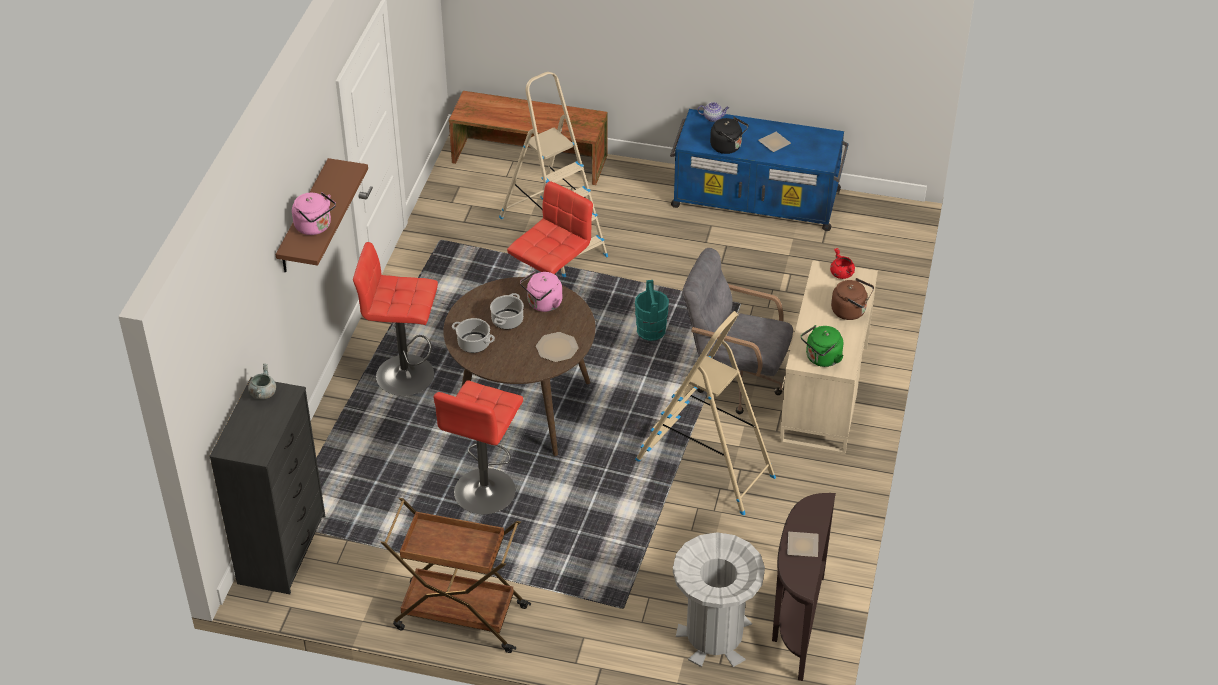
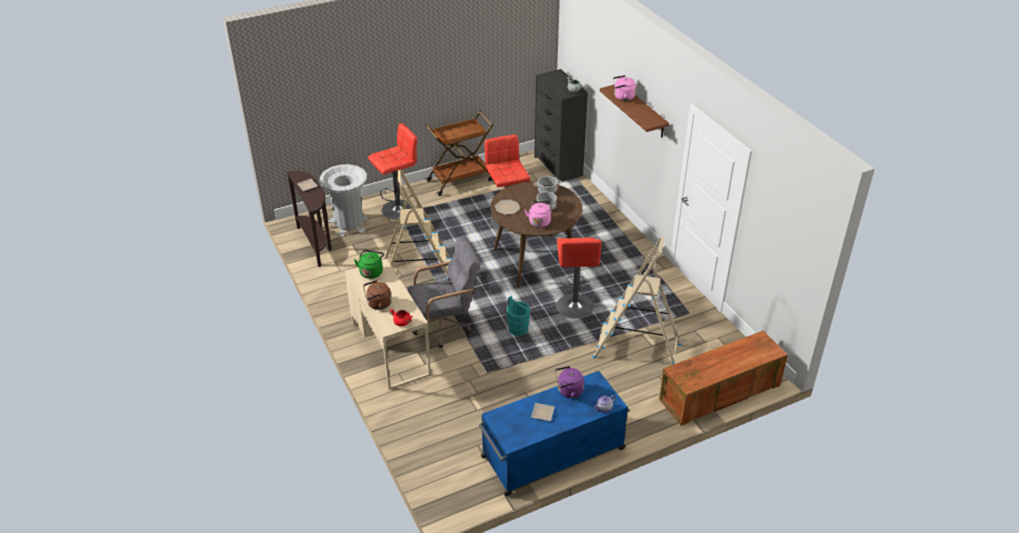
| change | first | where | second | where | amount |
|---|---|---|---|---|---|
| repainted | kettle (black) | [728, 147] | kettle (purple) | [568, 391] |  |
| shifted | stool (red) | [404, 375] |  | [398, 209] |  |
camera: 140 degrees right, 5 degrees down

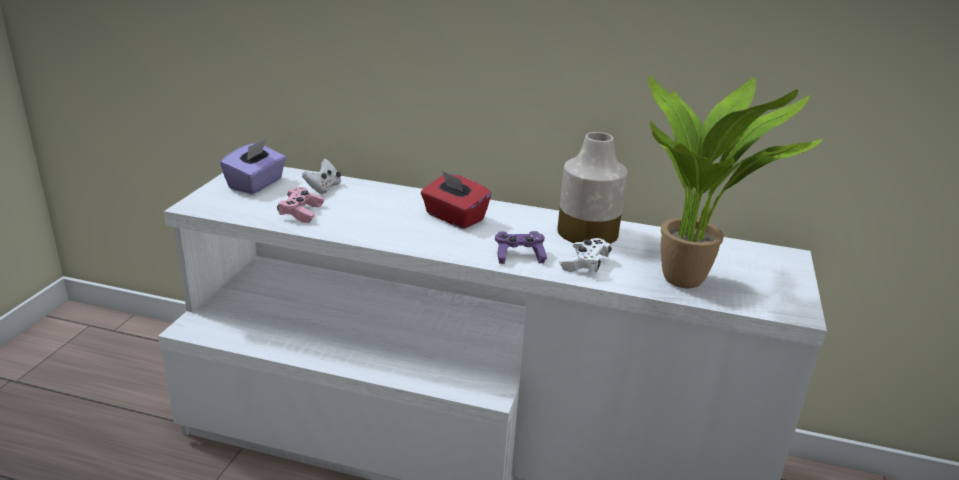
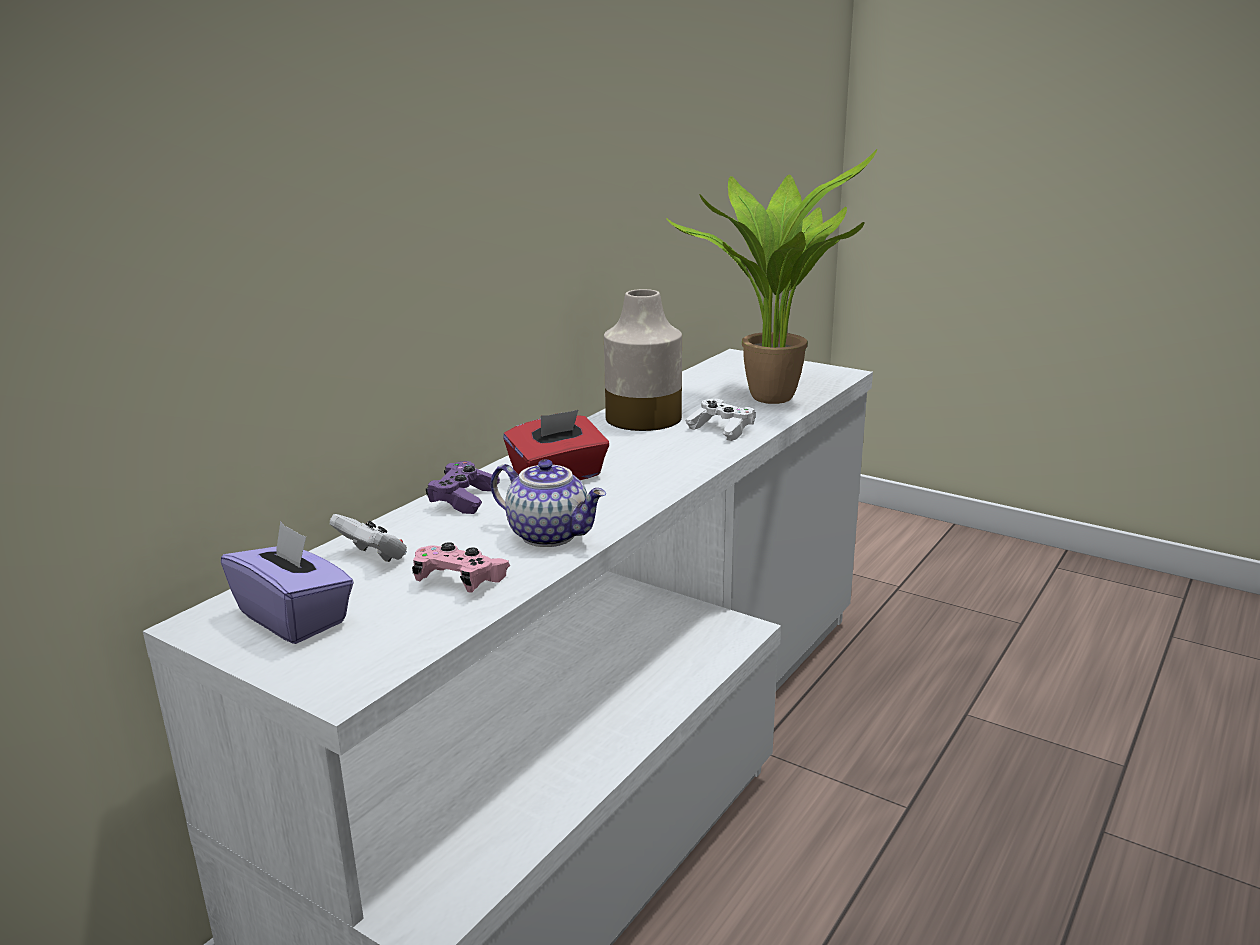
| change | first | where | second | where | amount |
|---|---|---|---|---|---|
| shifted | game controller (purple) | [519, 256] |  | [464, 499] |  |
| new |  |  | teapot | [550, 534] |  |
camera: 70 degrees left, 5 degrees down

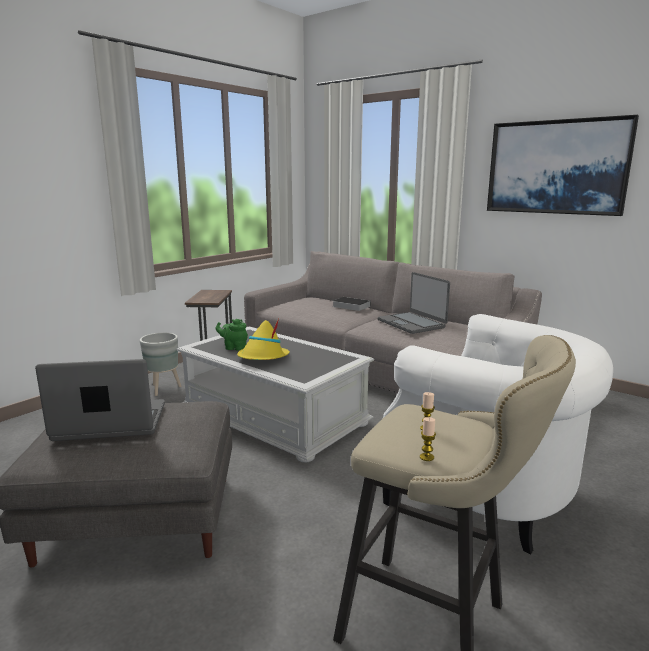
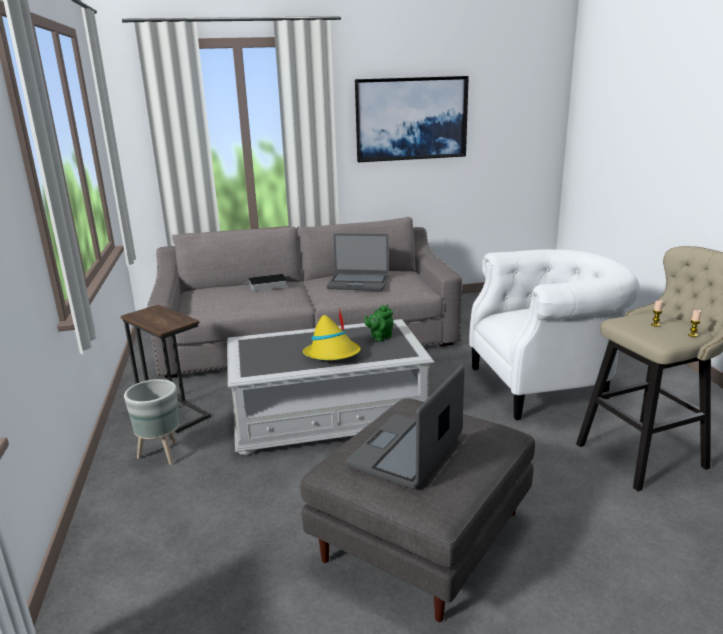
| change | first | where | second | where | amount |
|---|---|---|---|---|---|
| shifted | teapot (green) | [234, 347] |  | [380, 337] |  |
camera: 50 degrees left, 5 degrees up

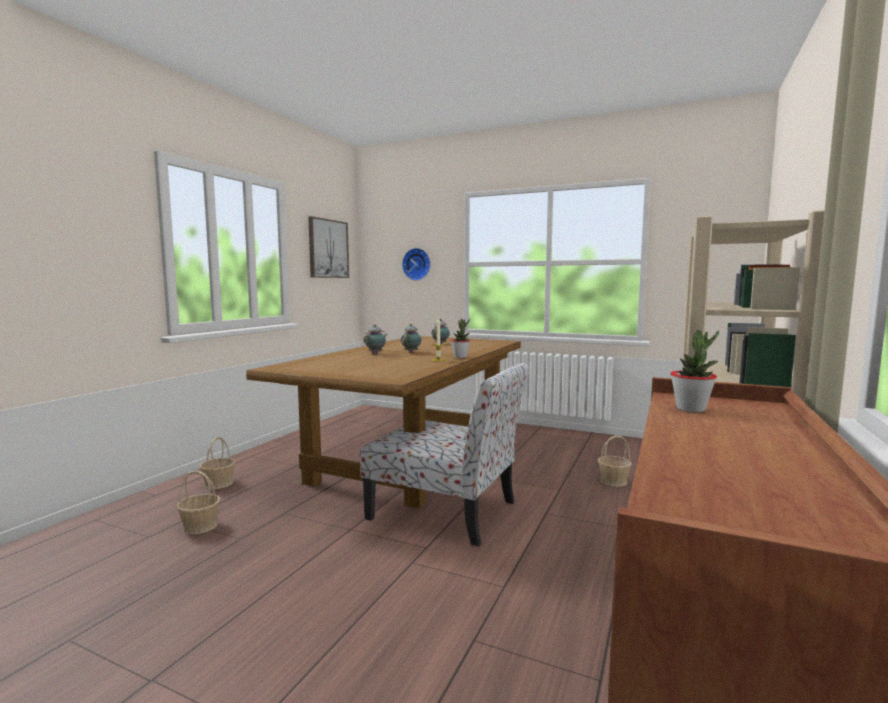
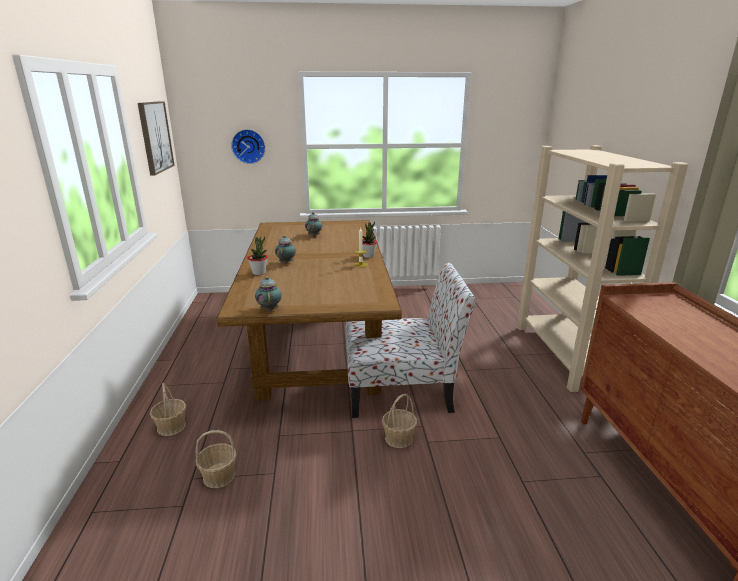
| change | first | where | second | where | amount |
|---|---|---|---|---|---|
| shifted | teapot | [411, 352] |  | [269, 309] |  |
| shifted | potted plant | [691, 409] |  | [259, 273] |  |
| shifted | basket | [613, 481] |  | [398, 438] |  |
camera: 30 degrees left, 15 degrees up

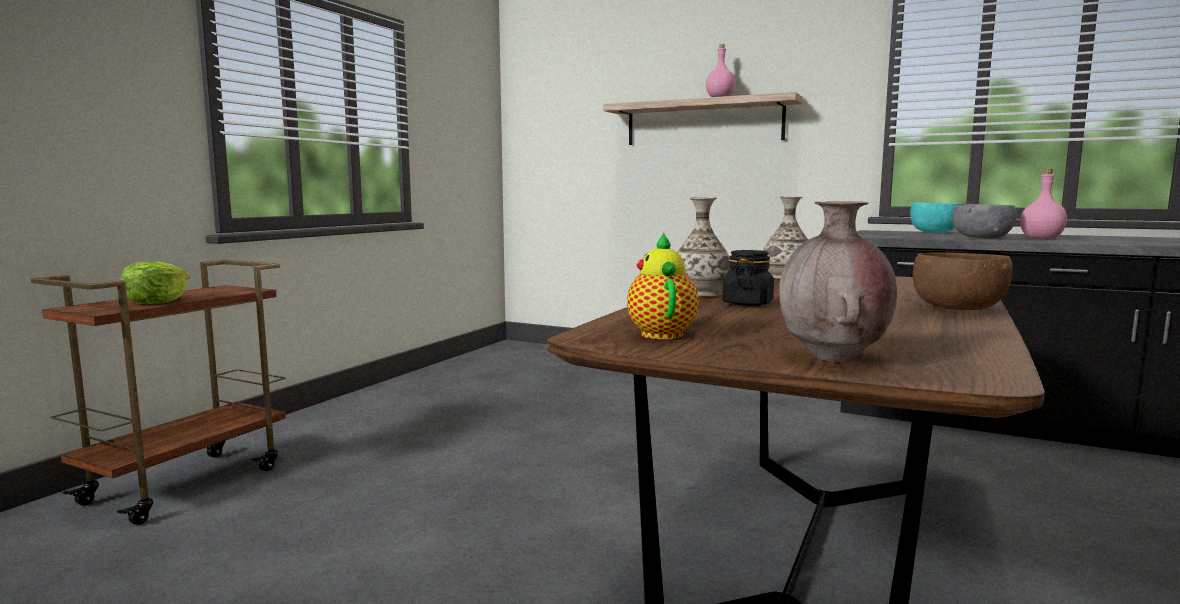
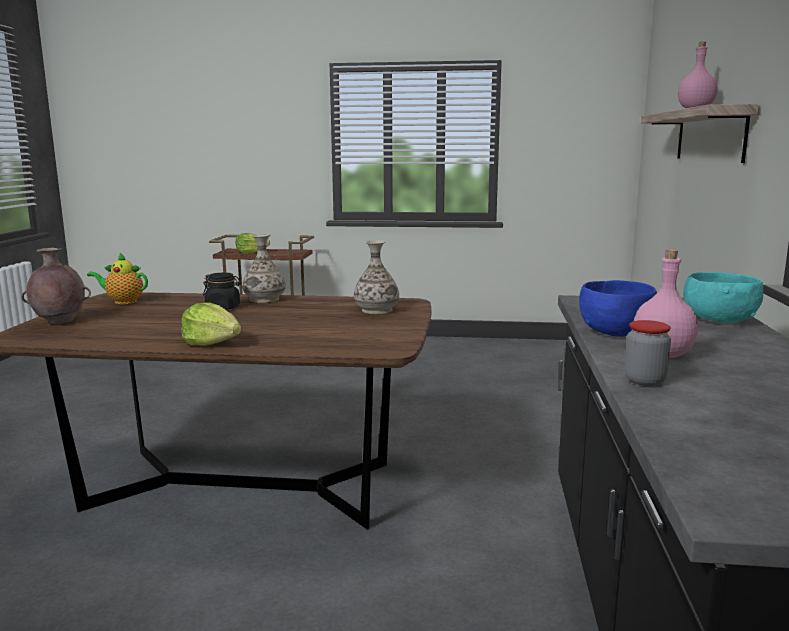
| change | first | where | second | where | amount |
|---|---|---|---|---|---|
| repainted | bowl (grey) | [981, 238] | bowl (blue) | [615, 332] |  |
| rotated | teapot | [660, 333] |  | [123, 301] | 150 degrees counterclockwise |
| swapped | bowl (brown) | [957, 309] | lettuce | [212, 343] |  |
| new |  |  | jar | [644, 381] |  |
camera: 70 degrees right, 5 degrees up

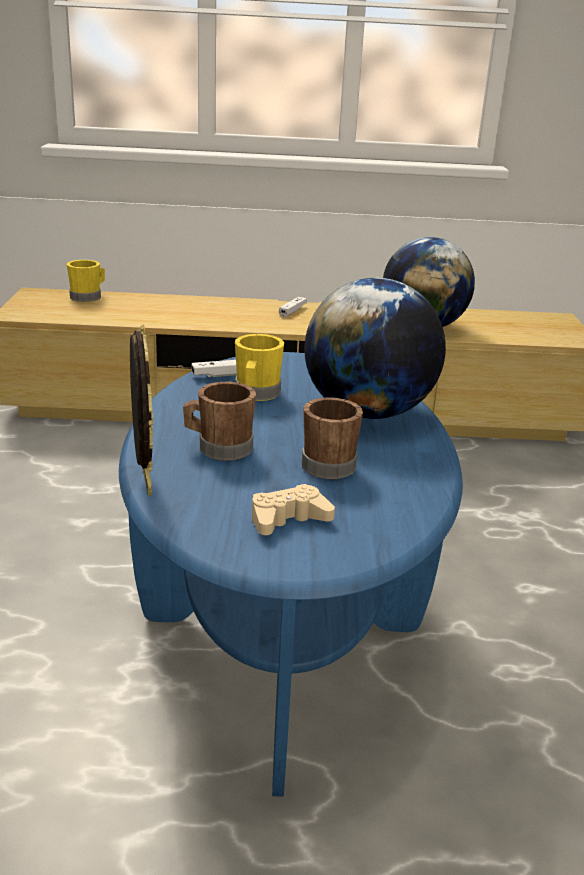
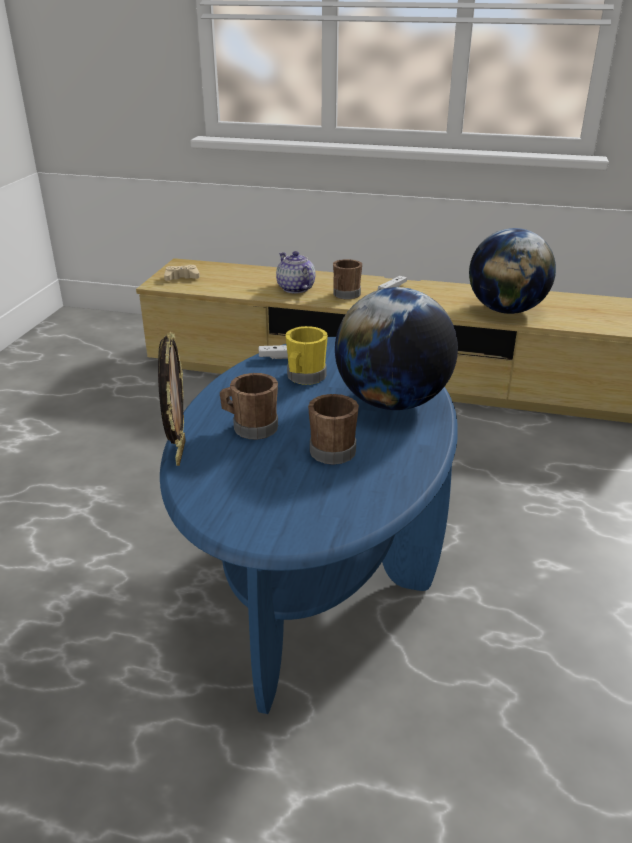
| change | first | where | second | where | amount |
|---|---|---|---|---|---|
| gone | mug (yellow) | [88, 297] |  |  |  |
| shifted | game controller (beige) | [288, 519] |  | [182, 278] |  |
| new |  |  | teapot | [295, 288] |  |
| new |  |  | mug (brown) | [345, 295] |  |
camera: 15 degrees right, 5 degrees up

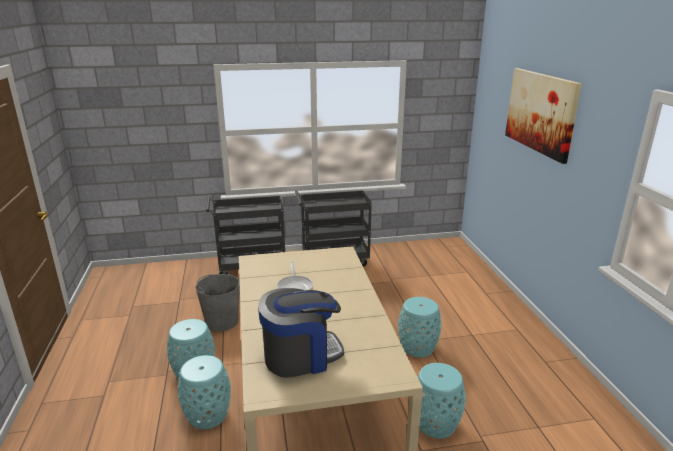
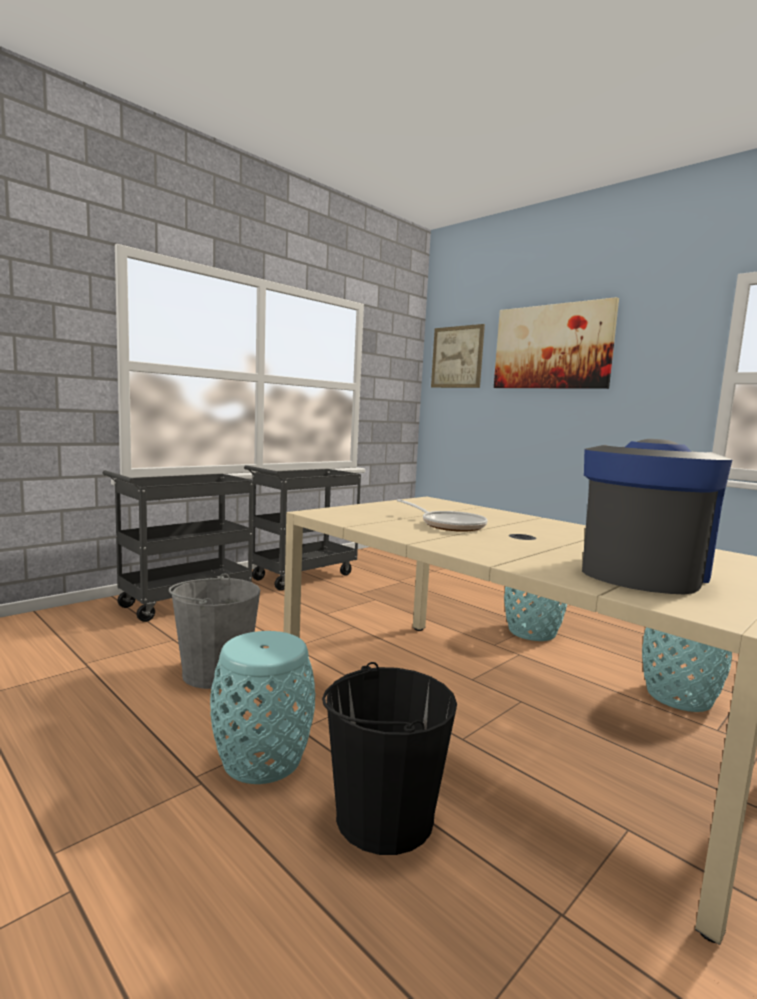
| change | first | where | second | where | amount |
|---|---|---|---|---|---|
| swapped | stool (turquoise) | [207, 415] | bucket (black) | [383, 816] |  |
| new |  |  | picture | [457, 357] |  |
camera: 35 degrees left, 15 degrees down

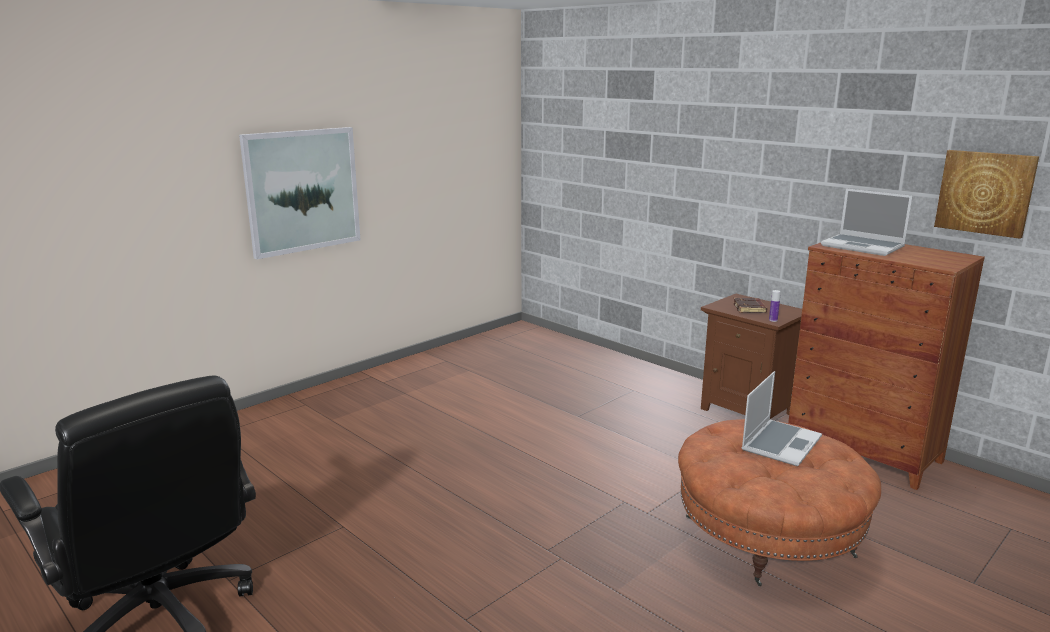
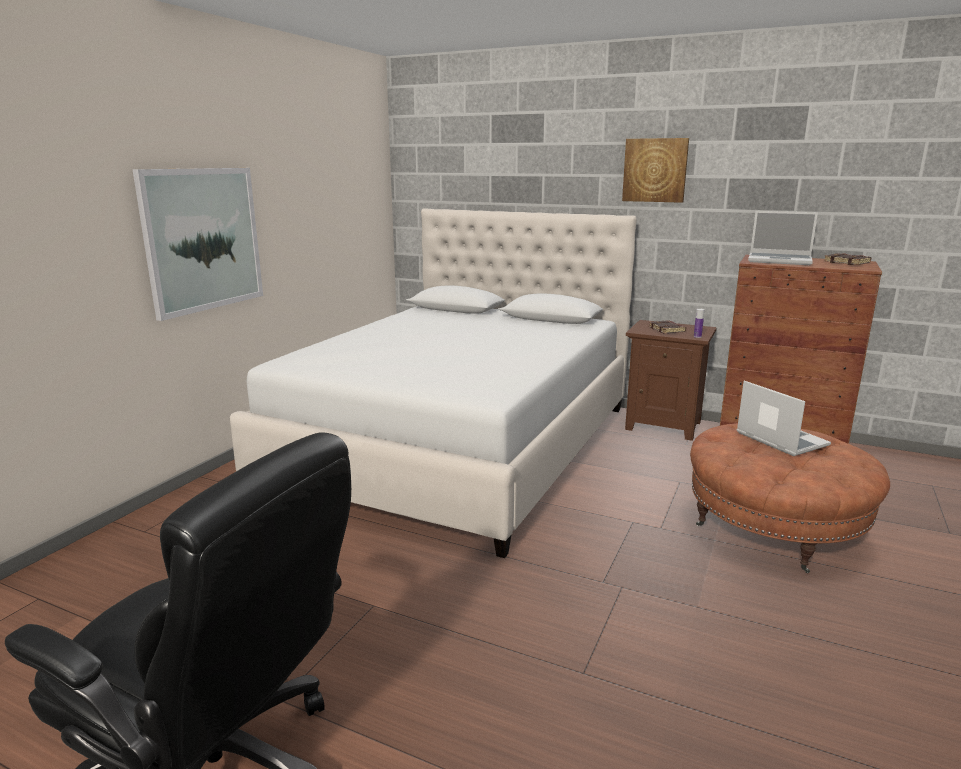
| change | first | where | second | where | amount |
|---|---|---|---|---|---|
| shifted | picture | [985, 192] |  | [655, 170] |  |
| rotated | laptop | [780, 443] |  | [779, 439] | 45 degrees counterclockwise |
| new |  |  | bed (white) | [457, 444] |  |
| new |  |  | book (brown) | [847, 262] |  |
camera: 20 degrees left, 0 degrees up

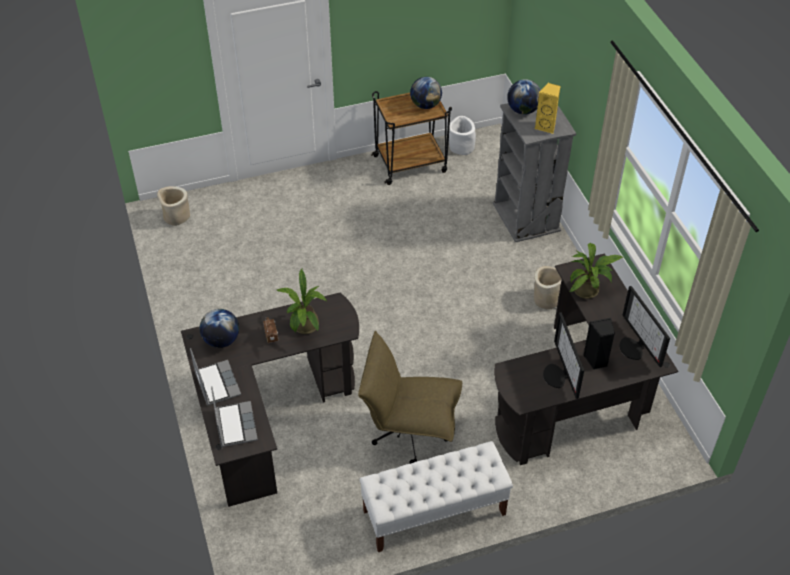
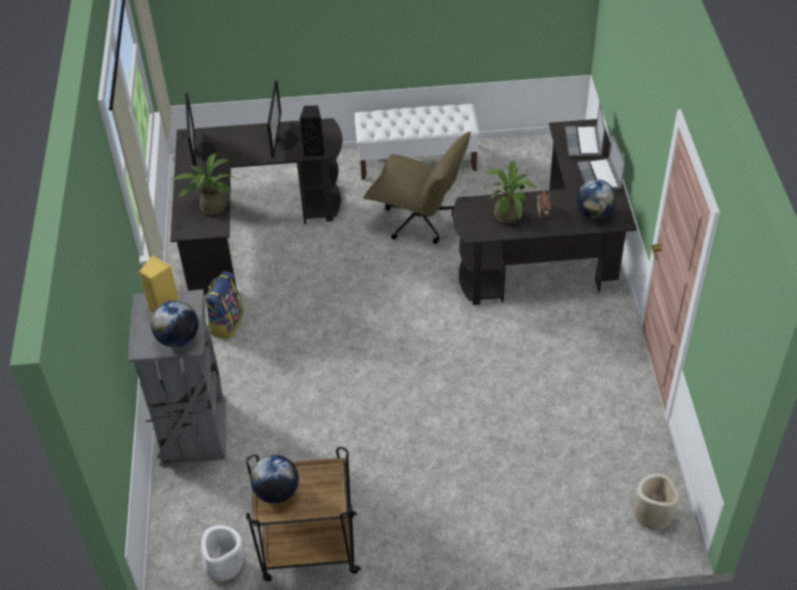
| change | first | where | second | where | amount |
|---|---|---|---|---|---|
| swapped | planter (beige) | [547, 299] | backpack | [226, 322] |  |
| shifted | speaker (black) | [596, 360] |  | [314, 150] |  |
camera: 165 degrees left, 0 degrees up

